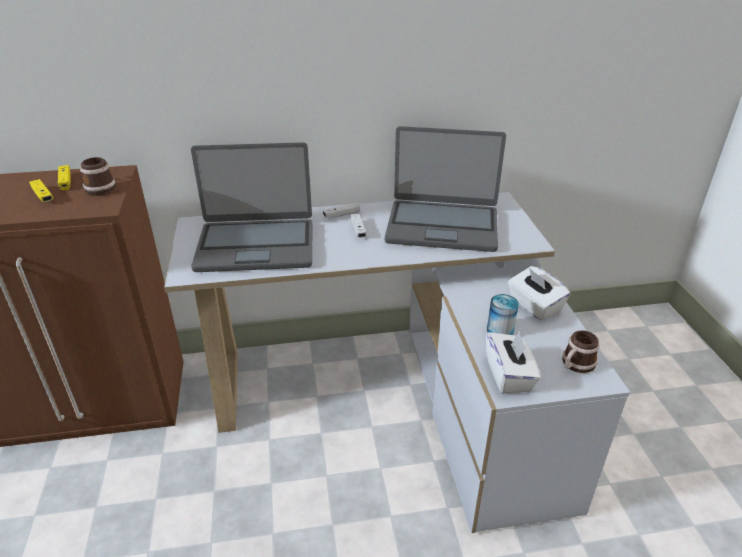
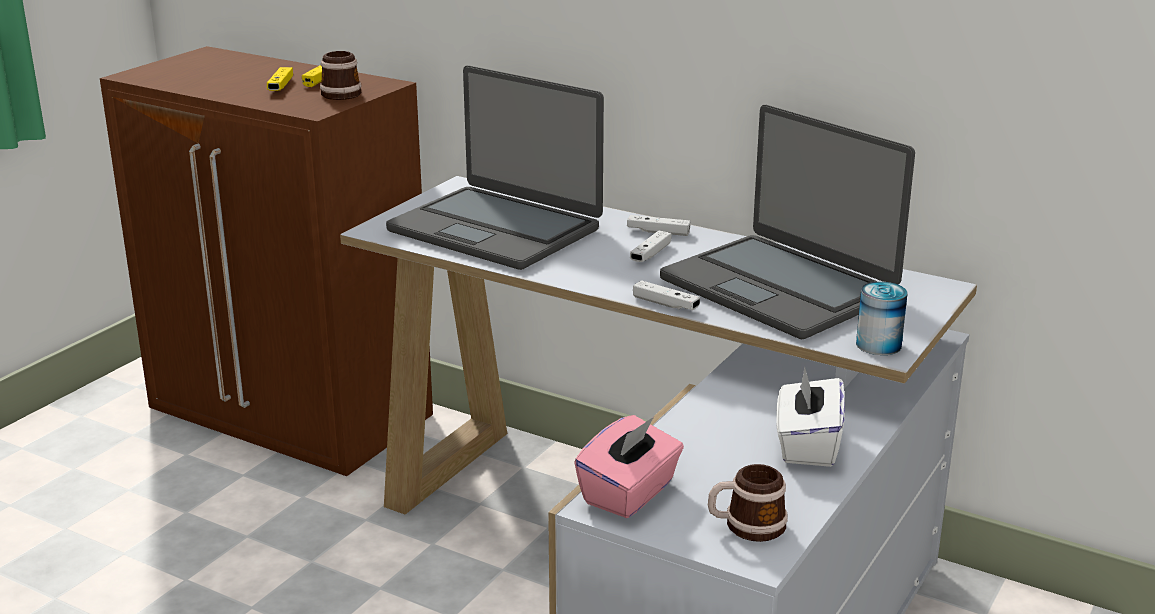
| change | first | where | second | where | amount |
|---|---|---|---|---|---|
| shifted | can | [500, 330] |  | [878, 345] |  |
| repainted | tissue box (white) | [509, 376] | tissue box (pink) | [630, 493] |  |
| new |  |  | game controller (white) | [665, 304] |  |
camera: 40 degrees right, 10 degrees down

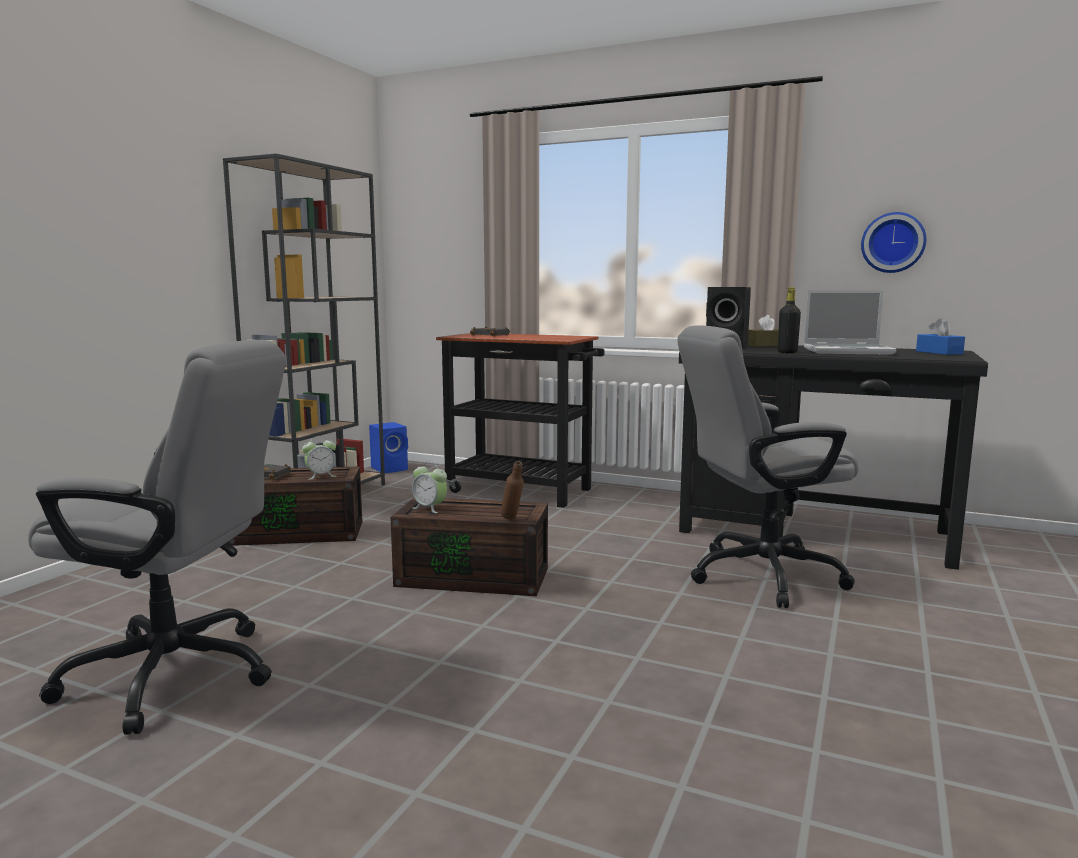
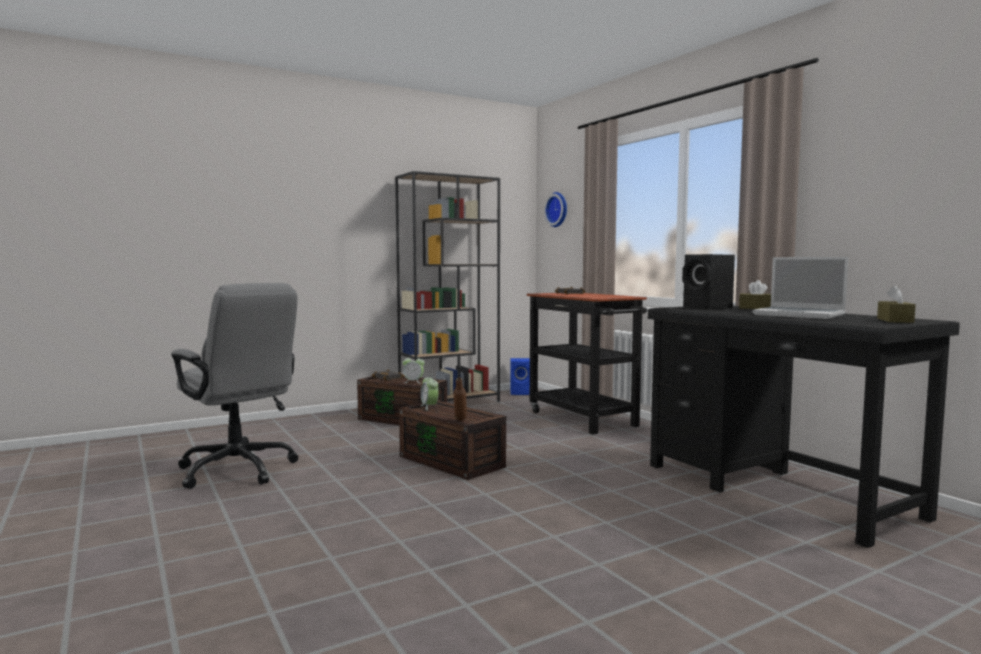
| change | first | where | second | where | amount |
|---|---|---|---|---|---|
| shifted | wall clock | [893, 242] |  | [558, 209] |  |
| gone | bottle (black) | [787, 352] |  |  |  |
| repainted | tissue box (blue) | [939, 352] | tissue box (brown) | [895, 320] |  |
| gone | office chair (grey) | [758, 577] |  |  |  |
camera: 35 degrees right, 5 degrees down

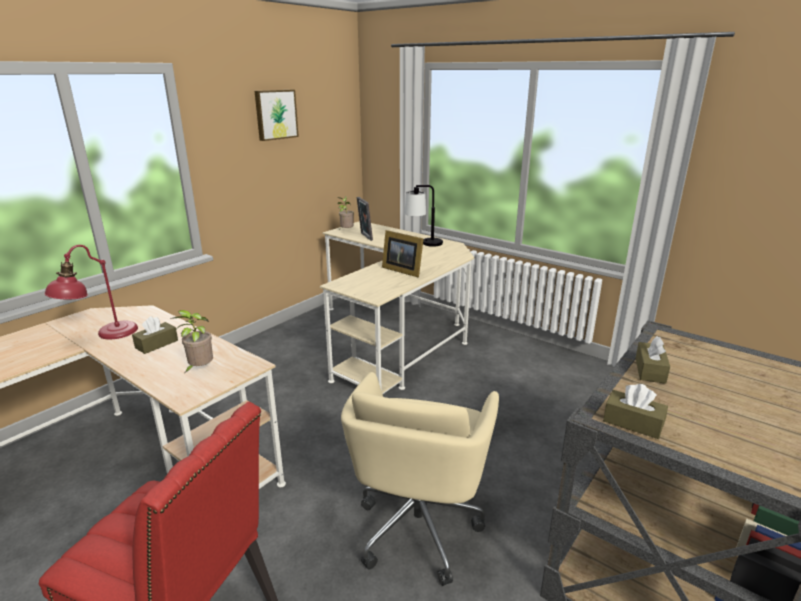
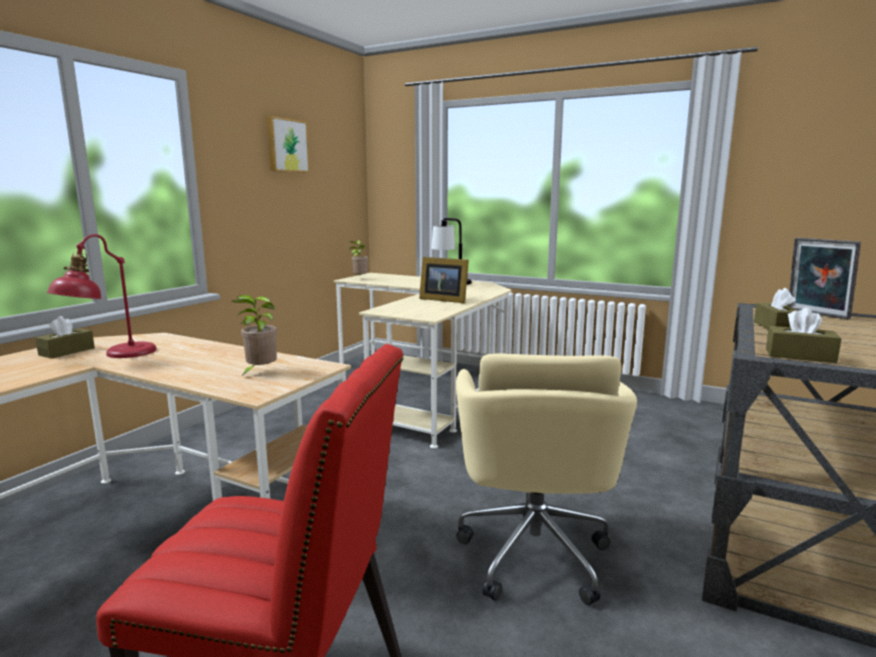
| change | first | where | second | where | amount |
|---|---|---|---|---|---|
| shifted | picture frame | [365, 237] |  | [816, 314] |  |
| shifted | tissue box (brown) | [156, 344] |  | [67, 351] |  |
camera: 10 degrees left, 10 degrees down

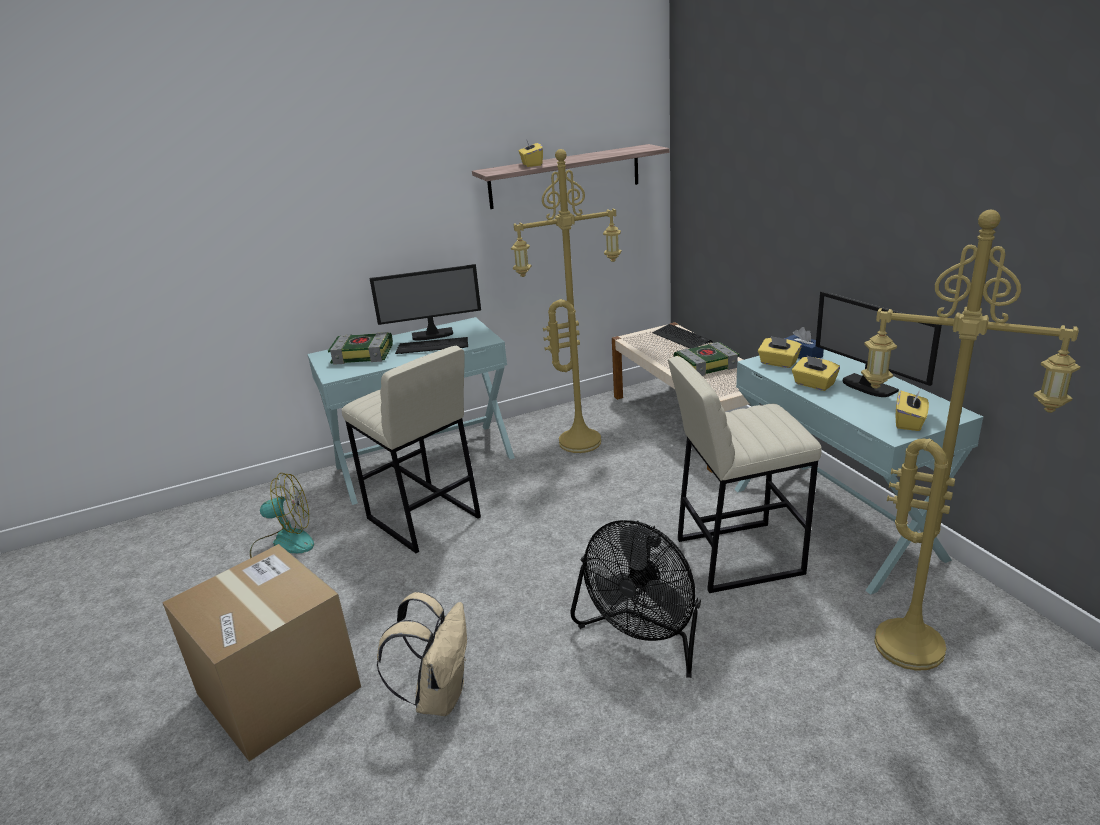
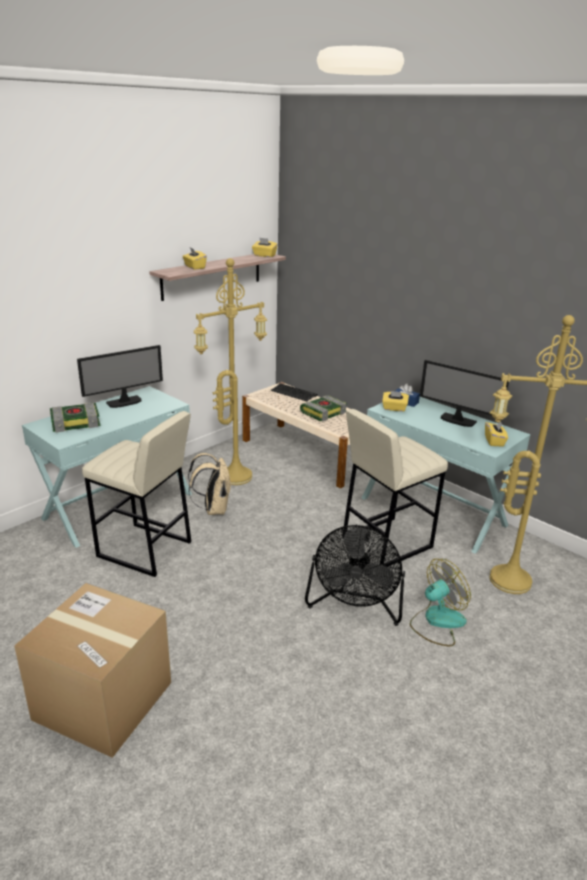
| change | first | where | second | where | amount |
|---|---|---|---|---|---|
| gone | keyboard | [432, 346] |  |  |  |
| shifted | tissue box (yellow) | [814, 384] |  | [264, 255] |  |
| shifted | fan | [283, 544] |  | [437, 622] |  |
| shifted | backpack (beige) | [439, 696] |  | [213, 509] |  |
camera: 25 degrees left, 0 degrees up

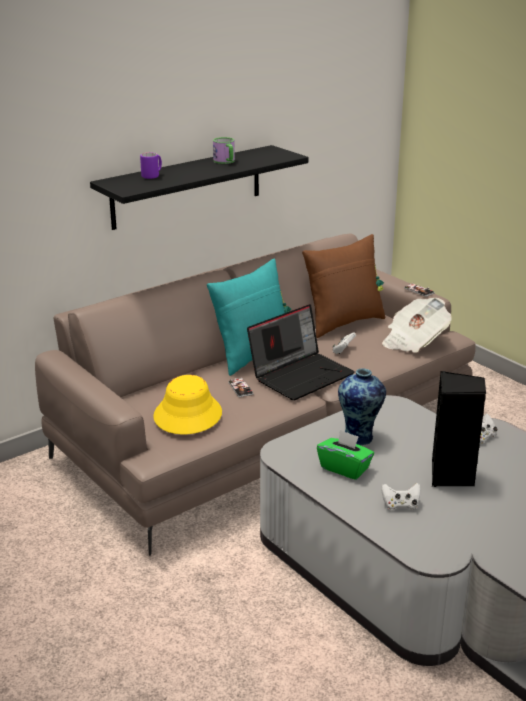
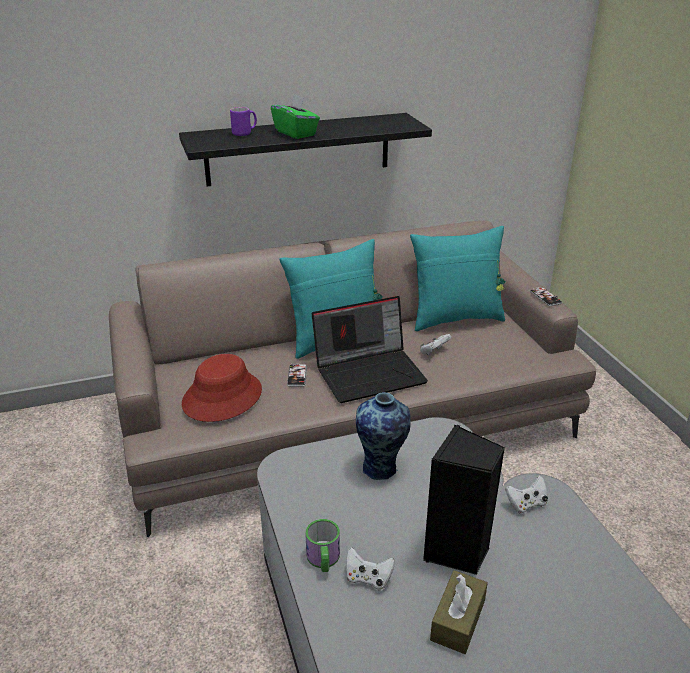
| change | first | where | second | where | amount |
|---|---|---|---|---|---|
| shifted | mug | [225, 161] |  | [323, 560] |  |
| repainted | pillow (brown) | [343, 324] | pillow (turquoise) | [455, 319] |  |
| gone | newspaper | [413, 341] |  |  |  |
| repainted | hat (yellow) | [187, 415] | hat (red) | [222, 397] |  |
| shifted | tissue box (green) | [344, 468] |  | [296, 133] |  |
| new |  |  | tissue box (brown) | [458, 620] |  |
camera: 20 degrees right, 5 degrees up

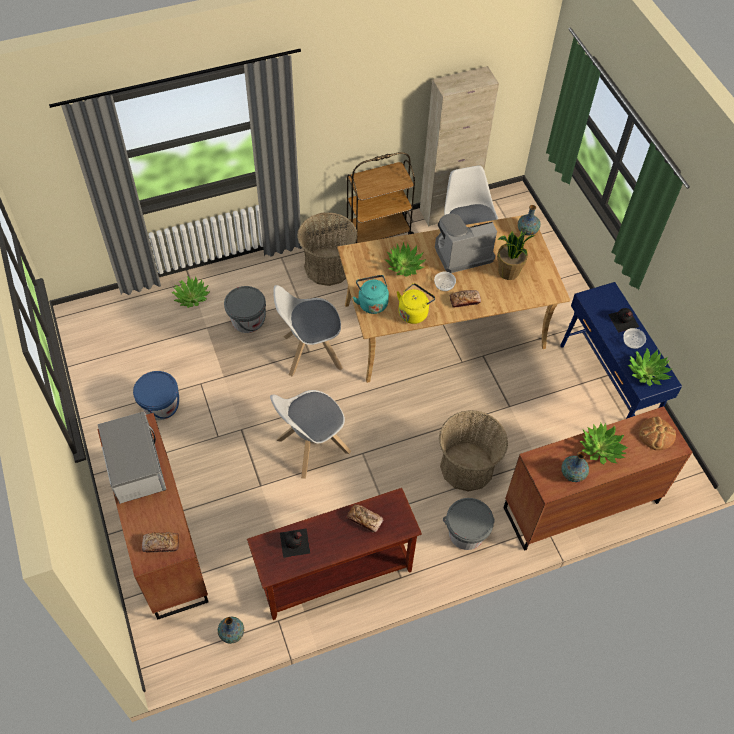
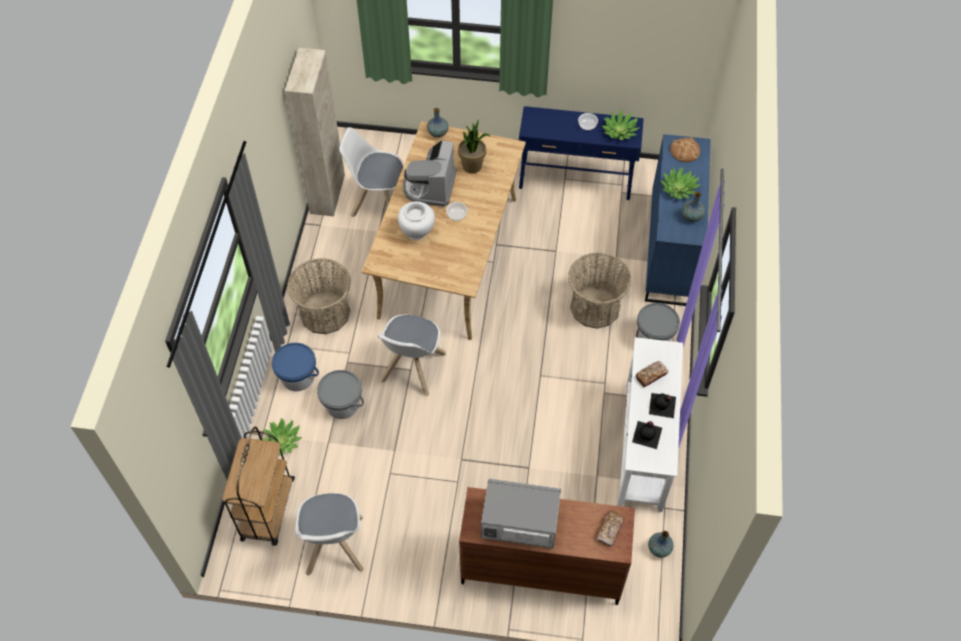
| change | first | where | second | where | amount |
|---|---|---|---|---|---|
| shifted | cart (brown) | [378, 234] |  | [267, 510] |  |
| swapped | potted plant | [404, 265] | vase (white) | [417, 232] |  |
| gone | kettle (turquoise) | [372, 302] |  |  |  |
| gone | kettle (yellow) | [414, 312] |  |  |  |
| gone | bread | [464, 300] |  |  |  |
| shifted | bottle (black) | [623, 321] |  | [662, 405] |  |
| shifted | bucket (blue) | [160, 406] |  | [298, 377] |  |
| shifted | chair | [311, 447] |  | [334, 547] |  |
| repainted | dresser (brown) | [581, 506] | dresser (blue) | [670, 251] |  |
| repainted | console table (brown) | [334, 575] | console table (white) | [643, 447] |  |
camera: 60 degrees left, 0 degrees up

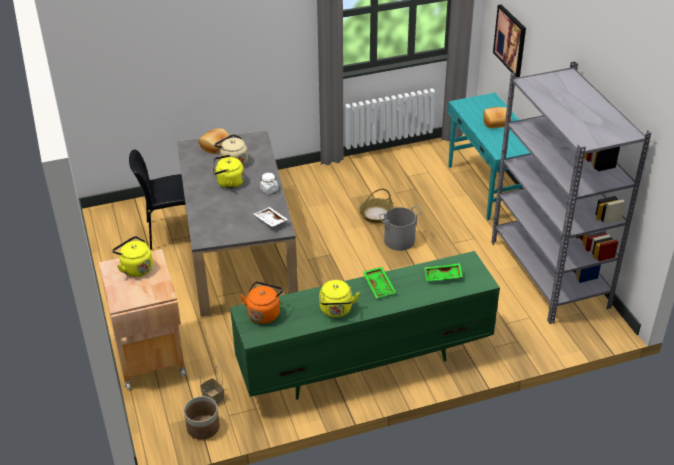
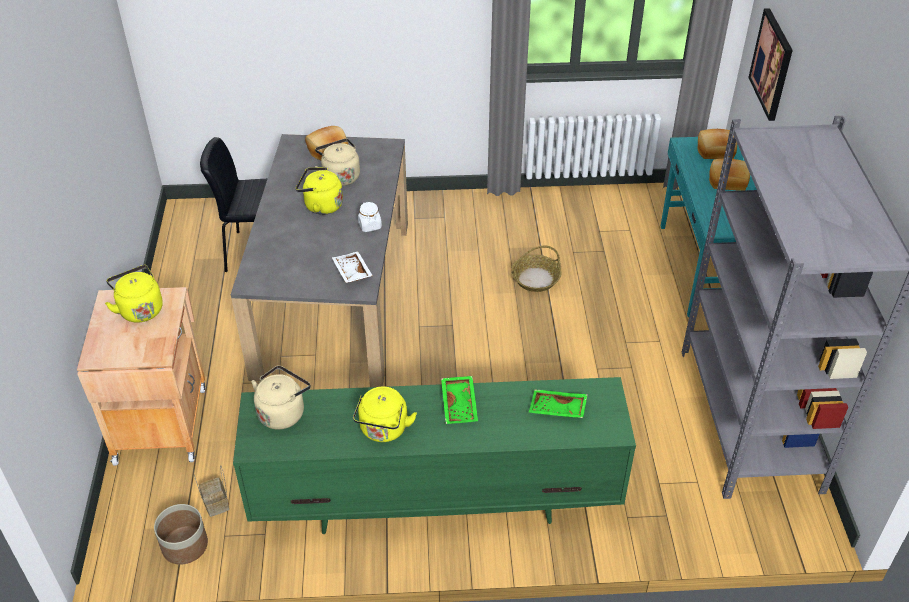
| change | first | where | second | where | amount |
|---|---|---|---|---|---|
| gone | bucket (grey) | [399, 241] |  |  |  |
| repainted | kettle (orange) | [264, 313] | kettle (beige) | [283, 412] |  |
| new |  |  | bread | [715, 151] |  |
camera: 15 degrees right, 5 degrees up

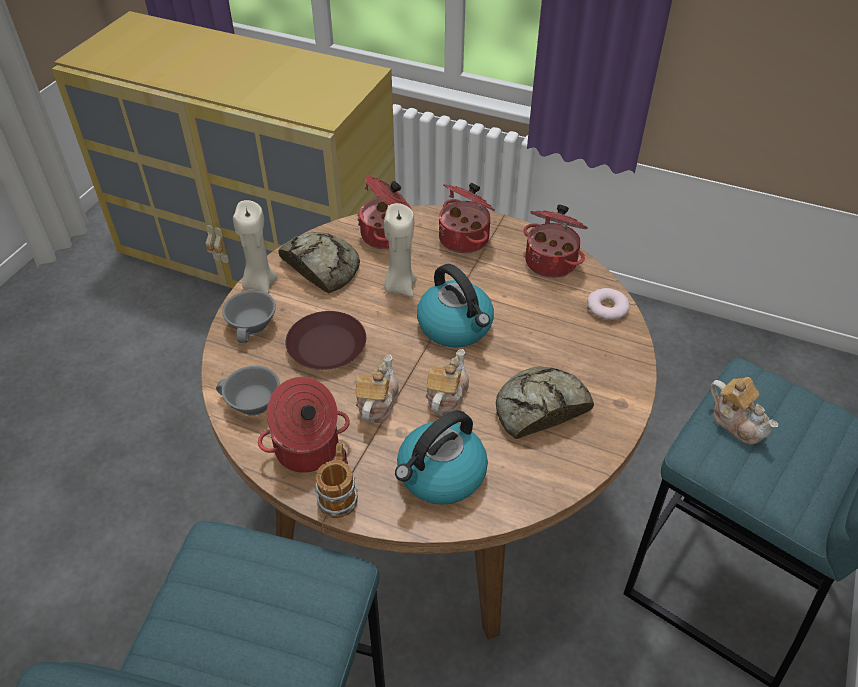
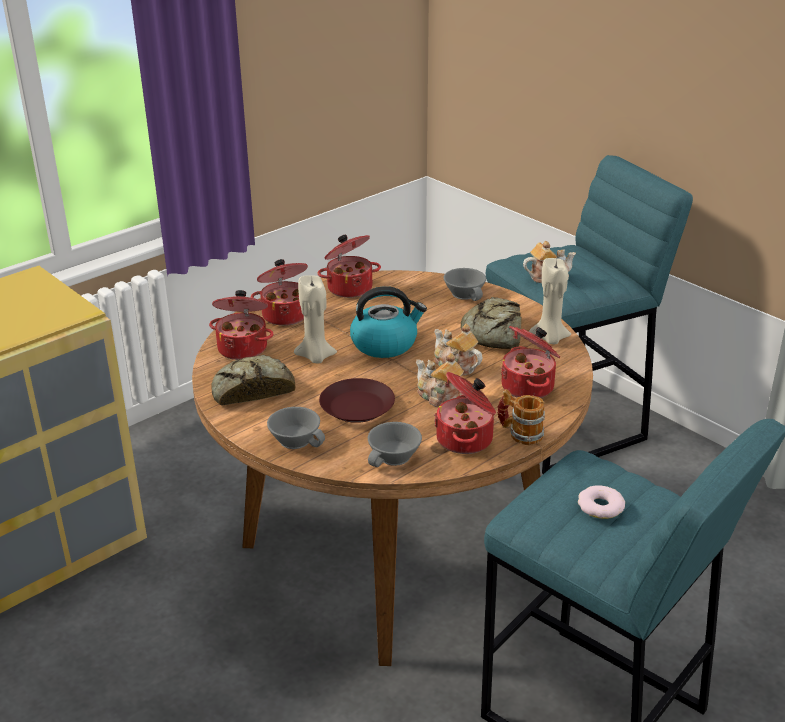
| change | first | where | second | where | amount |
|---|---|---|---|---|---|
| shifted | candle (beige) | [259, 283] |  | [550, 338] |  |
| shifted | donut | [607, 307] |  | [600, 506] |  |
| swapped | kettle | [440, 475] | cooking pot | [529, 386] |  |
| new |  |  | cup (grey) | [466, 294] |  |
camera: 65 degrees left, 15 degrees down

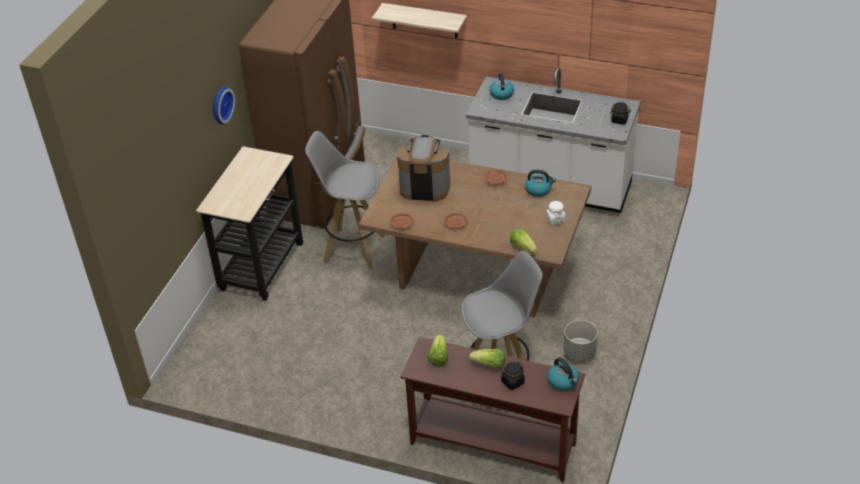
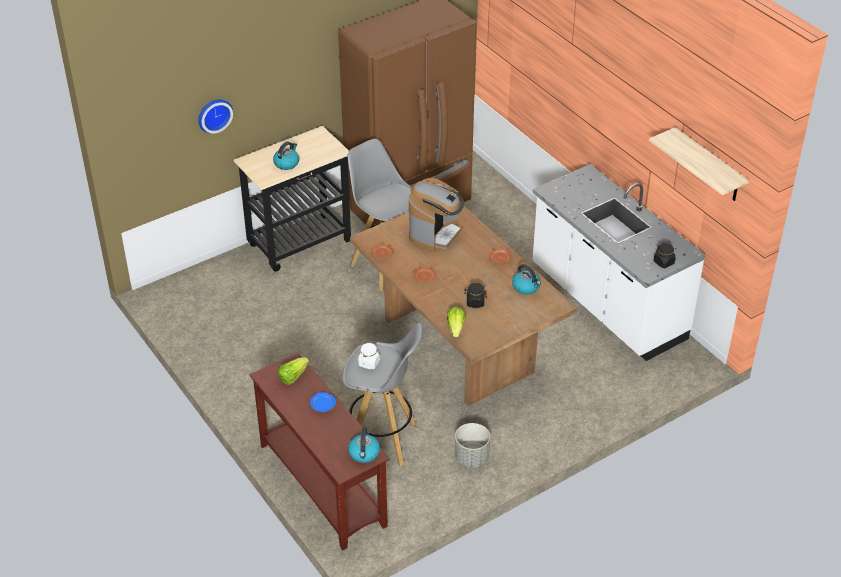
| change | first | where | second | where | amount |
|---|---|---|---|---|---|
| shifted | shelf | [424, 20] |  | [709, 166] |  |
| shifted | kettle | [501, 94] |  | [286, 163] |  |
| shifted | wall clock | [220, 104] |  | [214, 114] |  |
| rotated | coffee machine | [424, 187] |  | [435, 234] | 75 degrees clockwise |
| shifted | jar (white) | [555, 219] |  | [369, 363] |  |
| swapped | lettuce | [489, 365] | plate (blue) | [323, 406] |  |
| shifted | jar (black) | [512, 382] |  | [475, 302] |  |
camera: 35 degrees right, 0 degrees up

